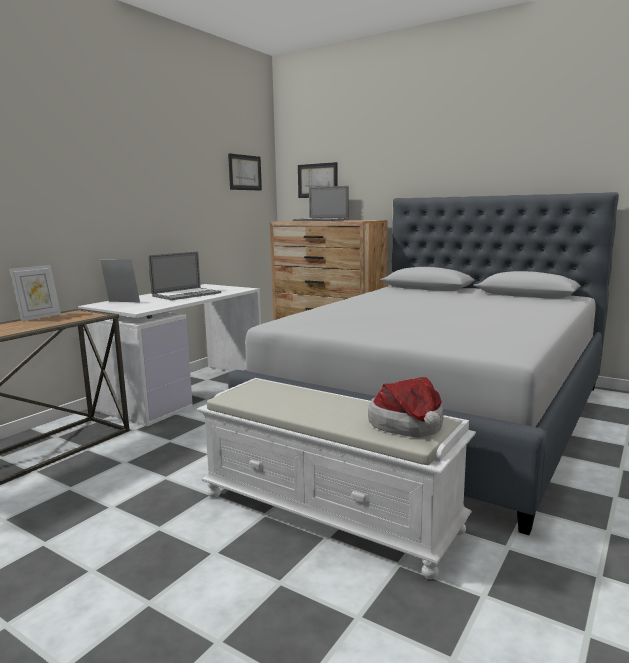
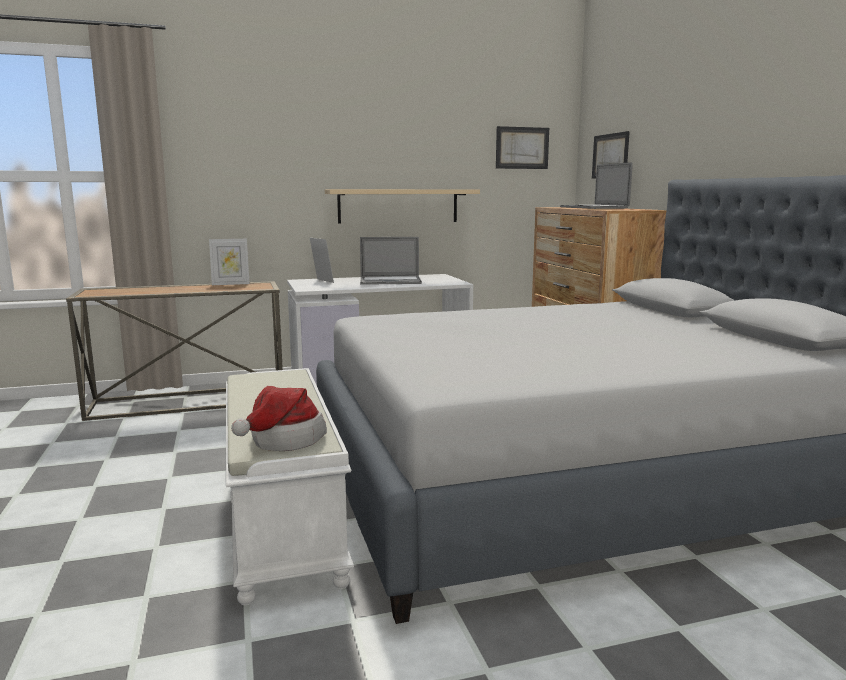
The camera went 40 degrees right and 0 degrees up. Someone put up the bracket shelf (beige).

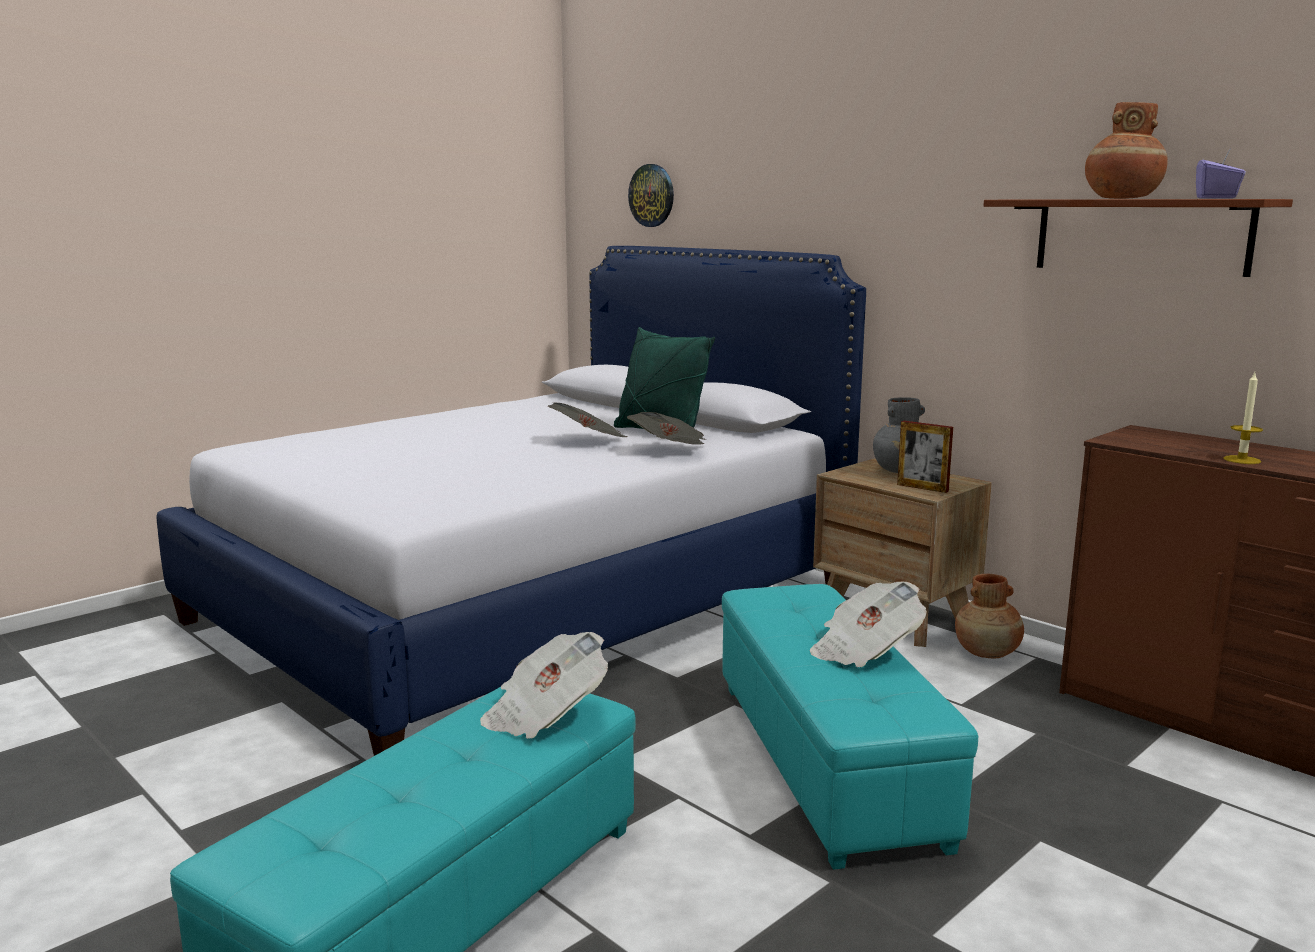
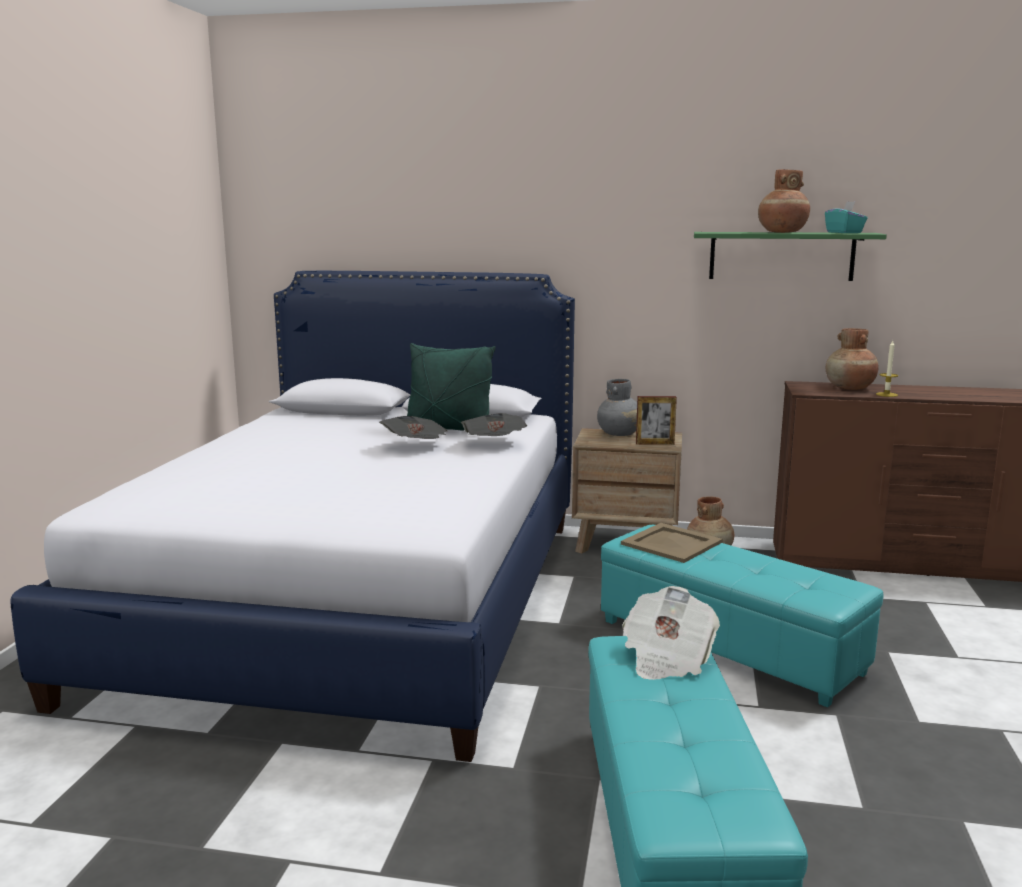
The camera went 35 degrees left and 0 degrees up. Someone took away the wall clock. Someone took away the printed paper (no. 4 from left). Someone put down the serving tray (beige). Someone put down the decorative vase (brown-coloured) (no. 3 from left). Someone repainted the bracket shelf (brown-coloured), which became the bracket shelf (green-coloured). Someone repainted the box of tissues (purple), which became the box of tissues (turquoise-coloured).

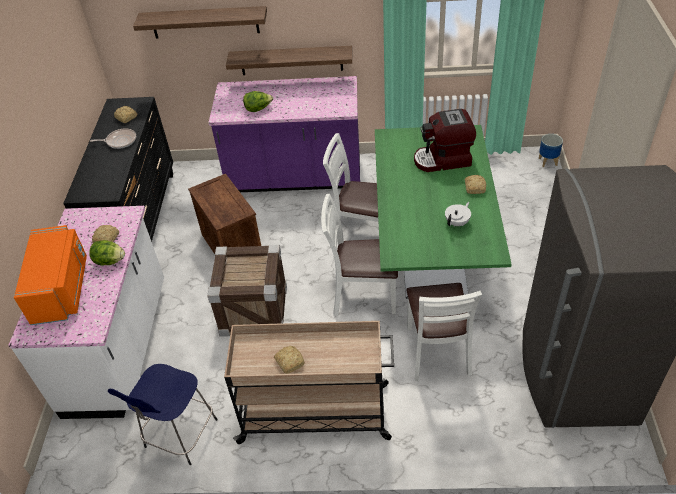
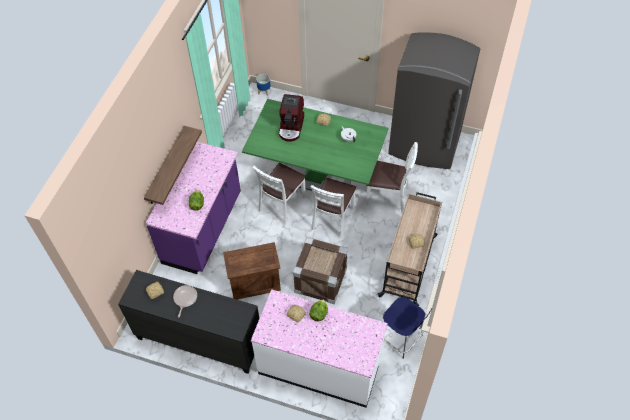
The camera went 75 degrees left and 10 degrees up. Someone took away the microwave (orange-coloured). Someone took away the bracket shelf (no. 1 from left).

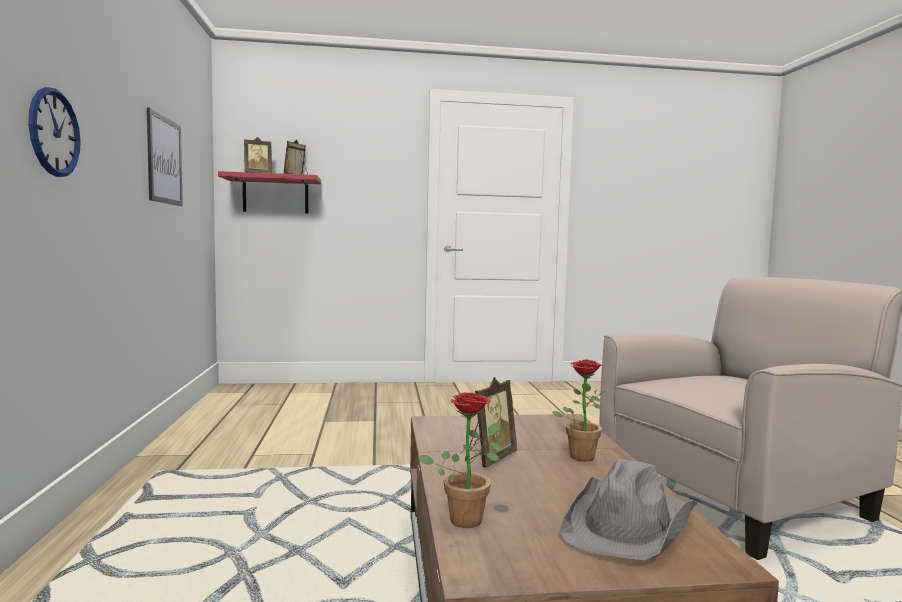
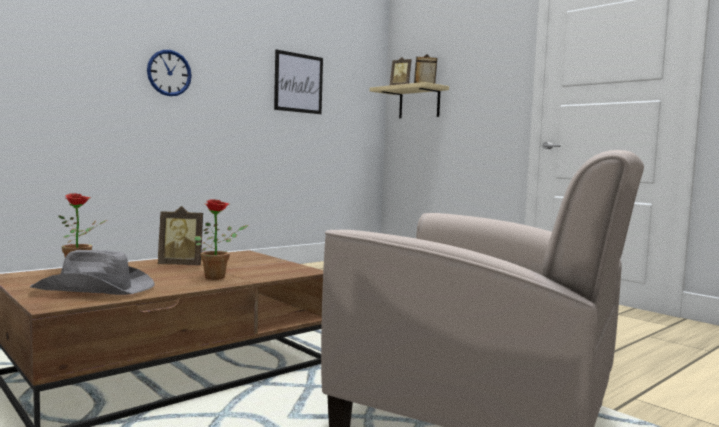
The camera went 55 degrees right and 0 degrees up. Someone repainted the bracket shelf (red-coloured), which became the bracket shelf (beige).

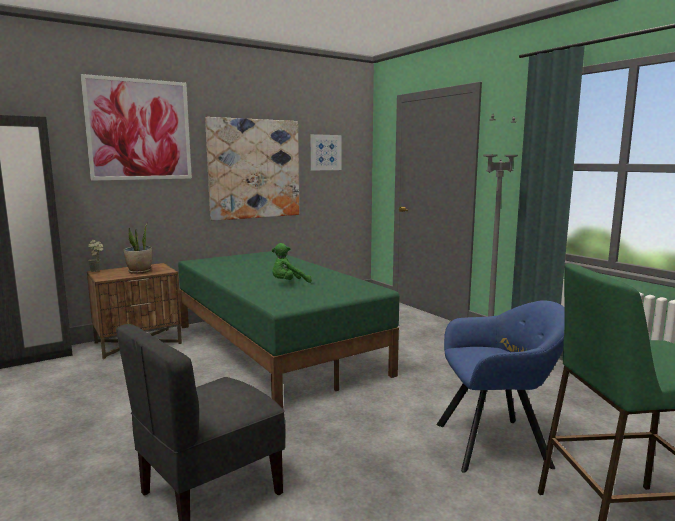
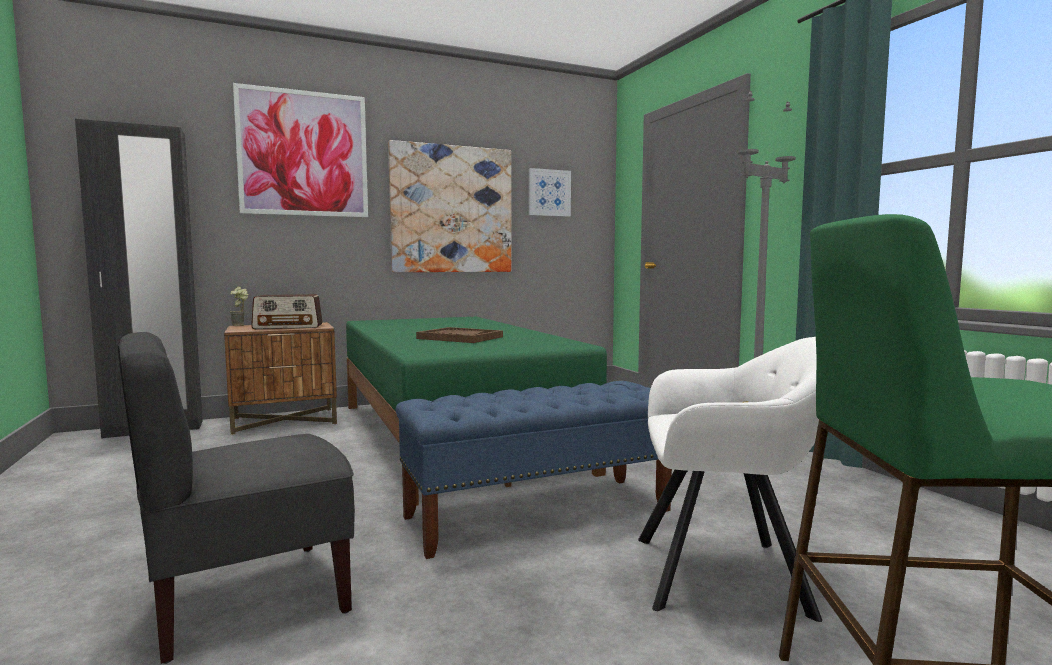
The camera went 10 degrees right and 5 degrees down. Someone put down the long seat (blue). Someone swapped the potted plant (no. 2 from left) for the radio. Someone swapped the soft toy (green-coloured) for the serving tray (brown-coloured). Someone repainted the lounge chair (blue), which became the lounge chair (white).

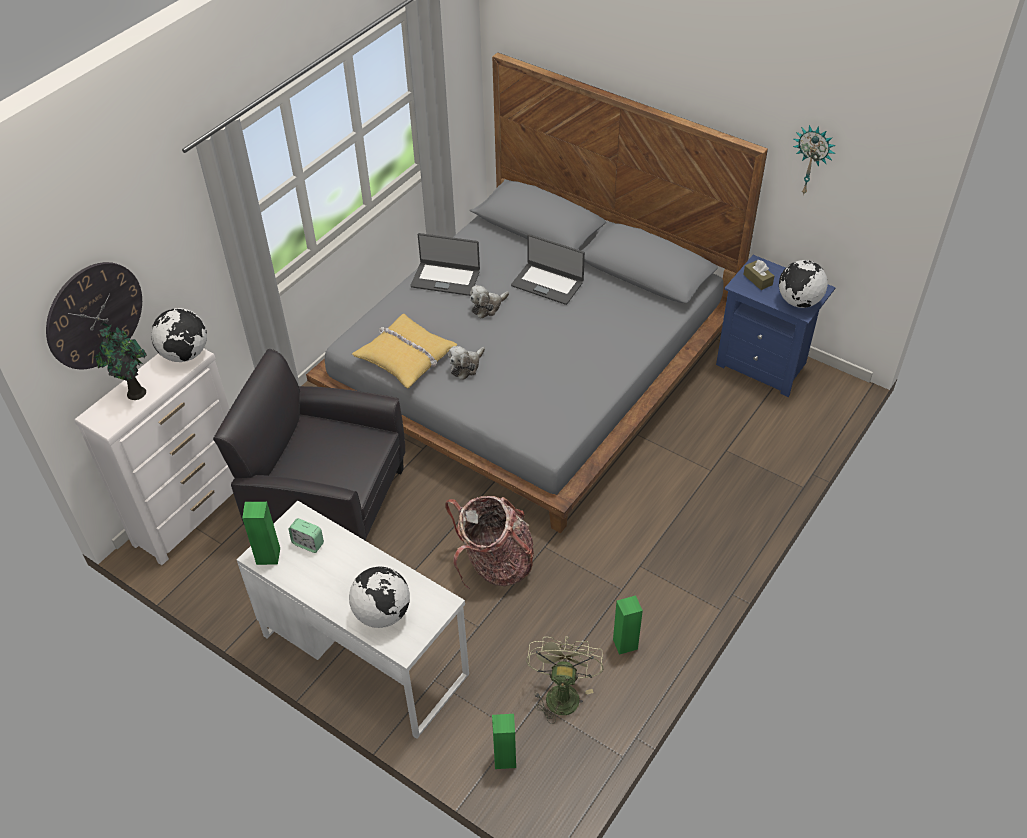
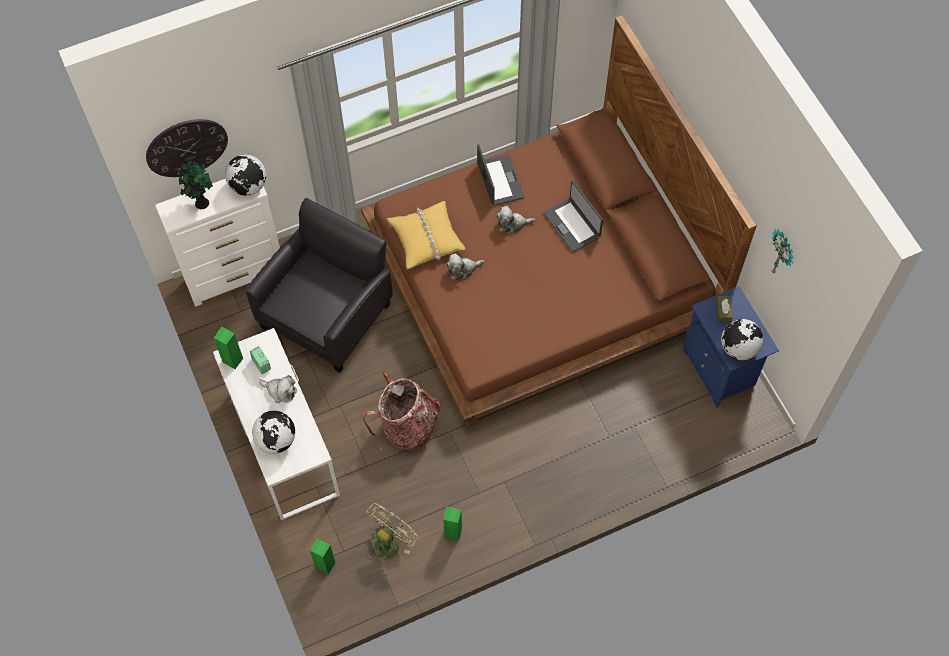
The camera went 30 degrees right and 15 degrees up. Someone put down the soft toy (no. 1 from left). Someone repainted the bed (grey), which became the bed (brown-coloured). Someone rotated the lounge chair (blackish) by 75 degrees clockwise. Someone rotated the notebook computer (no. 1 from left) by 150 degrees counterclockwise.

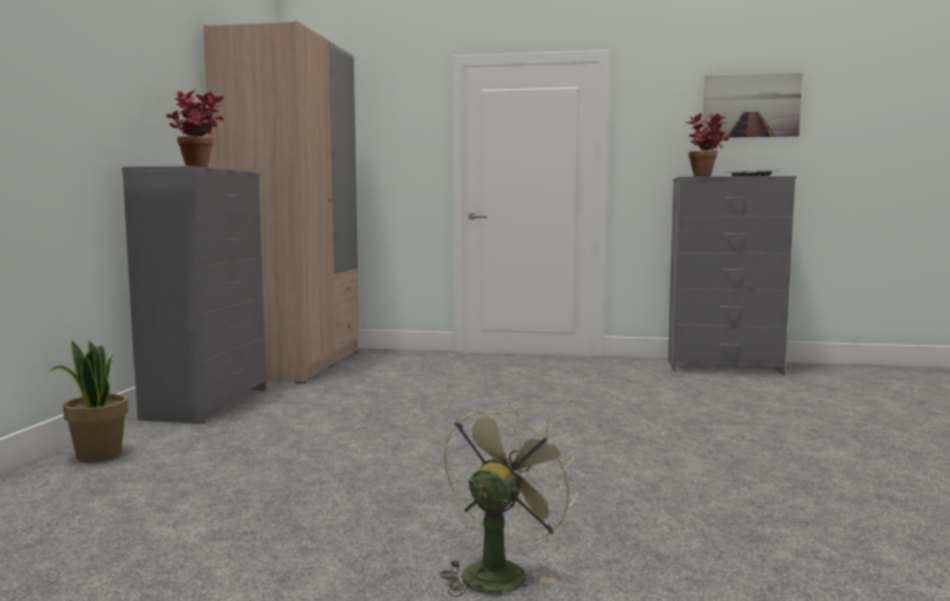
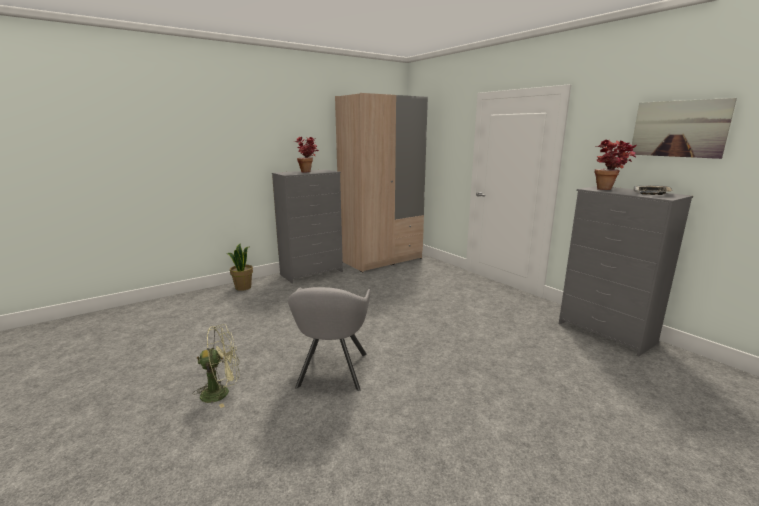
The camera went 45 degrees right and 10 degrees up. Someone put down the lounge chair (grey).

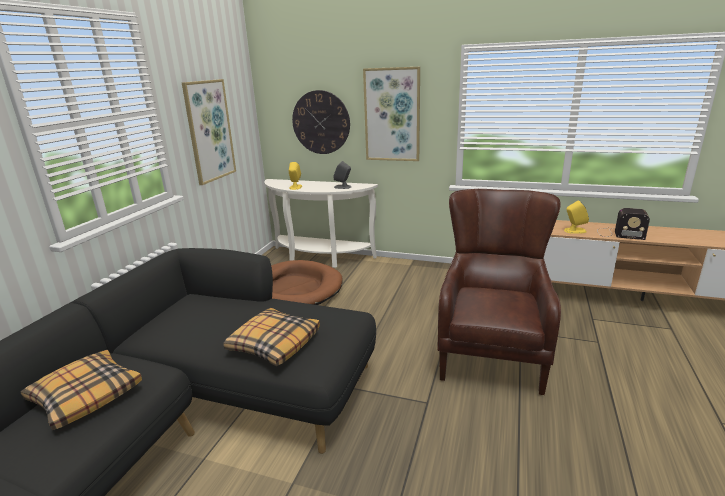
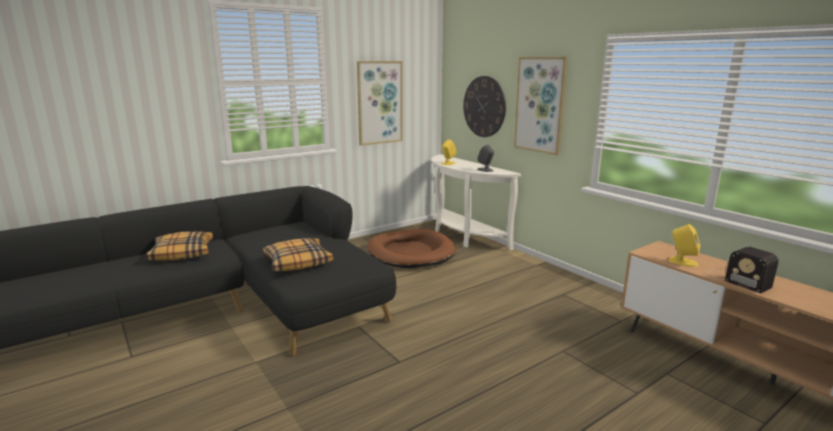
The camera went 35 degrees right and 5 degrees down. Someone took away the lounge chair (brown-coloured).

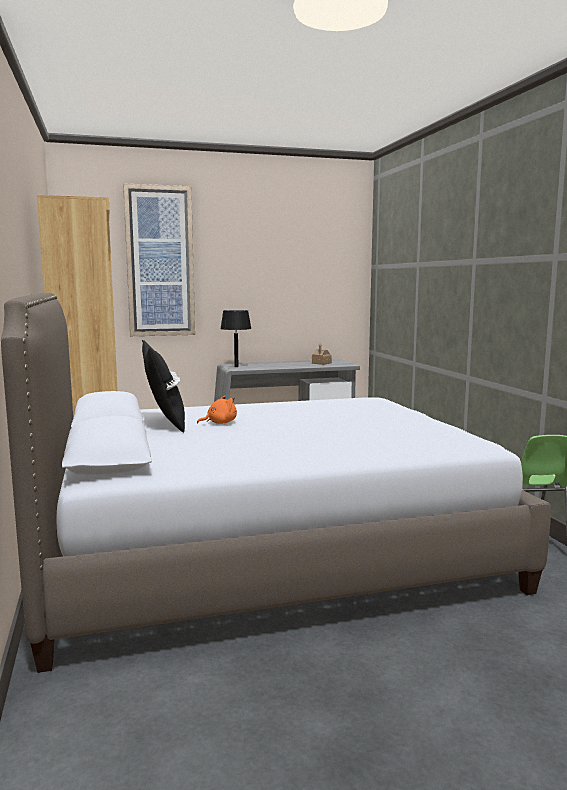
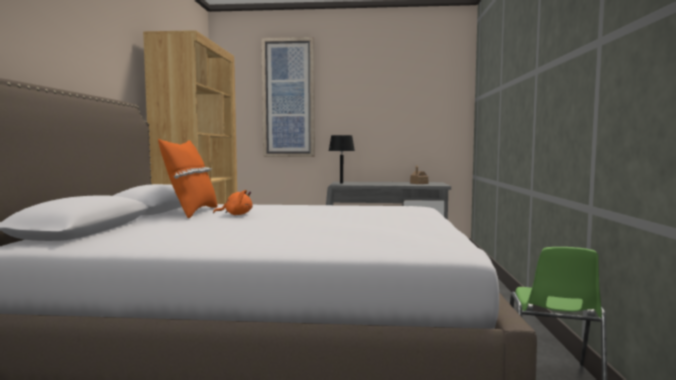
The camera went 20 degrees right and 5 degrees down. Someone repainted the throw pillow (blackish), which became the throw pillow (orange-coloured).

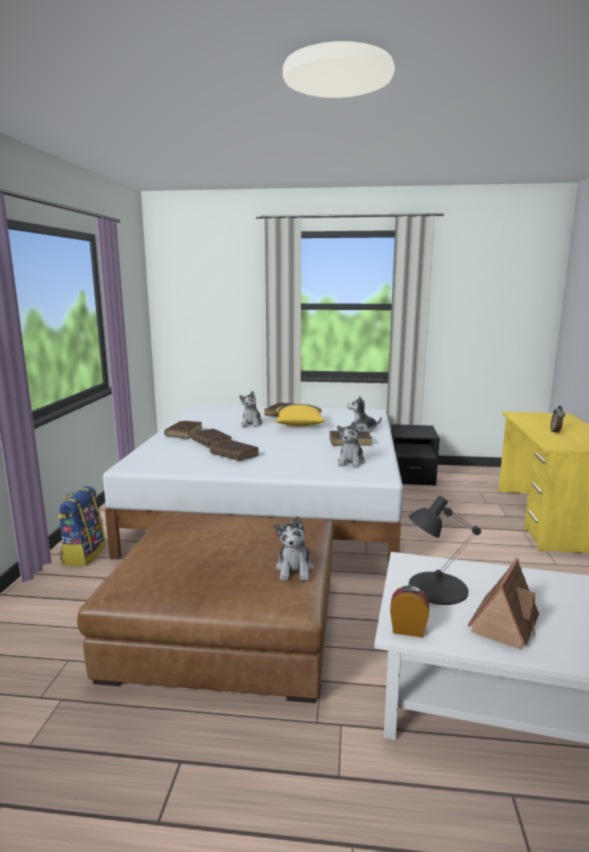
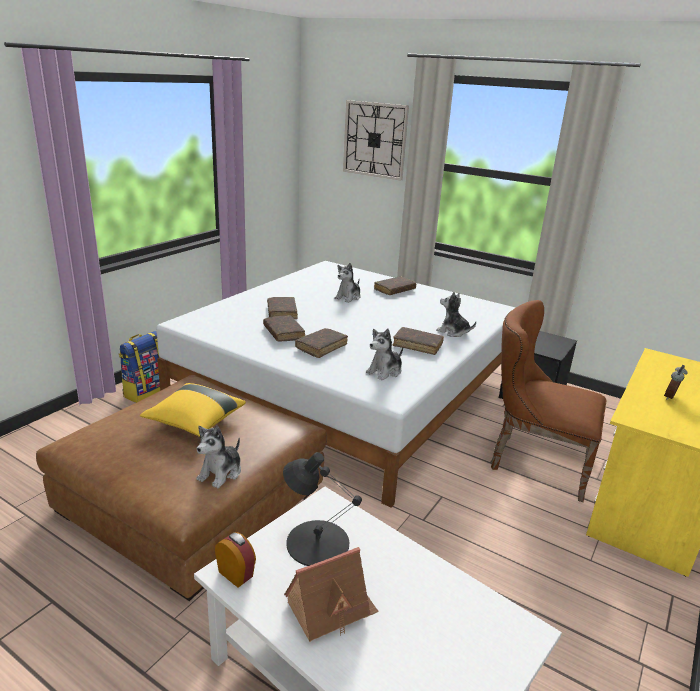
The camera went 25 degrees right and 10 degrees up. Someone put up the wall clock. Someone put down the chair (brown-coloured). Someone carried the volume (brown-coloured) (no. 1 from left in the first image). Someone carried the throw pillow (yellow-coloured).

